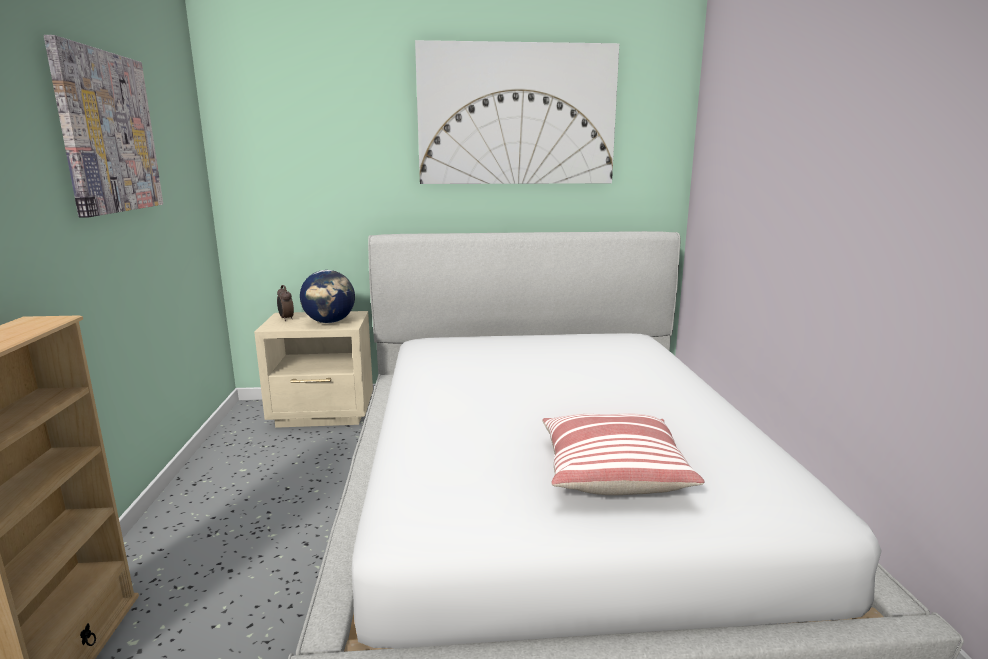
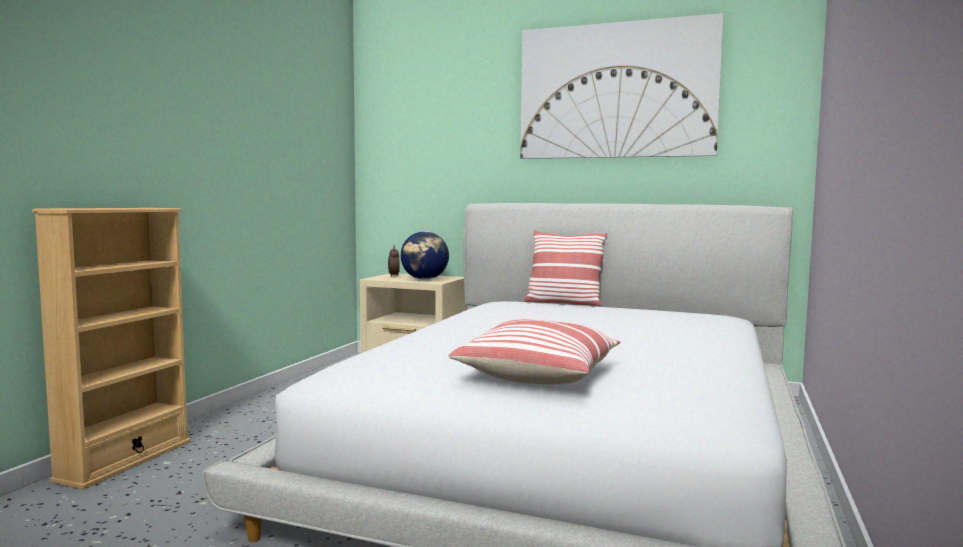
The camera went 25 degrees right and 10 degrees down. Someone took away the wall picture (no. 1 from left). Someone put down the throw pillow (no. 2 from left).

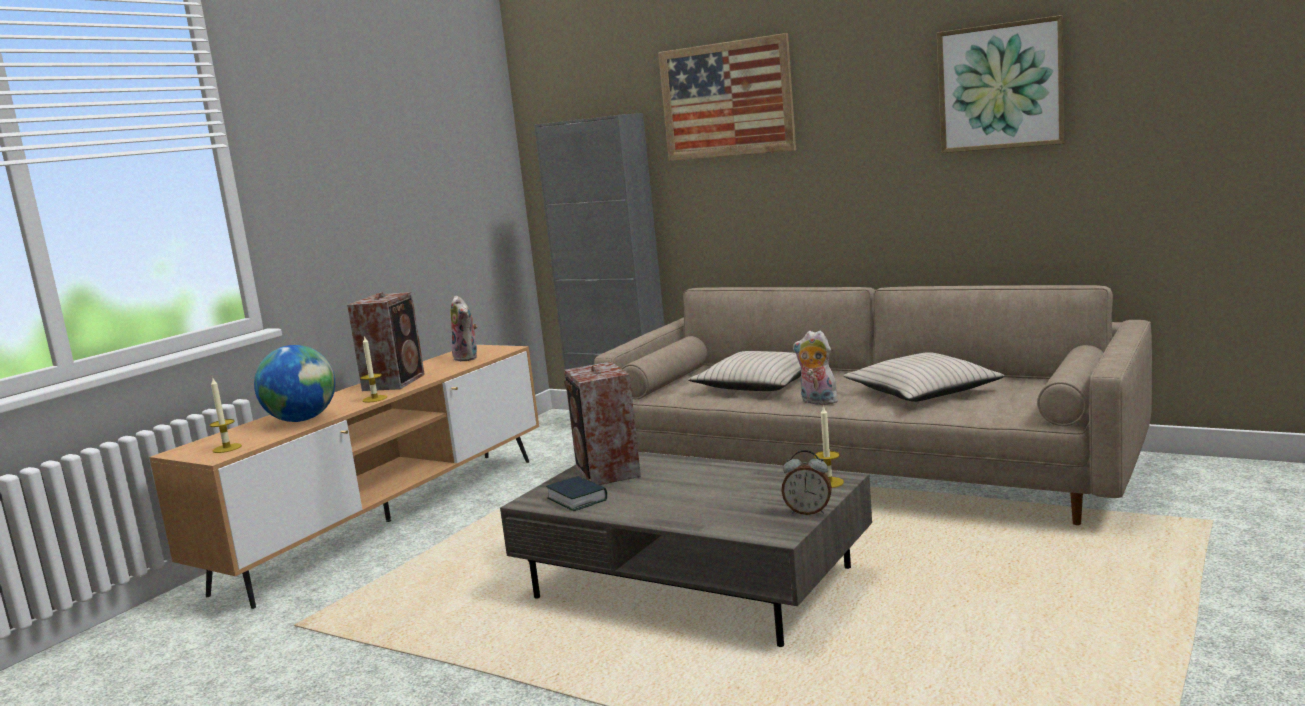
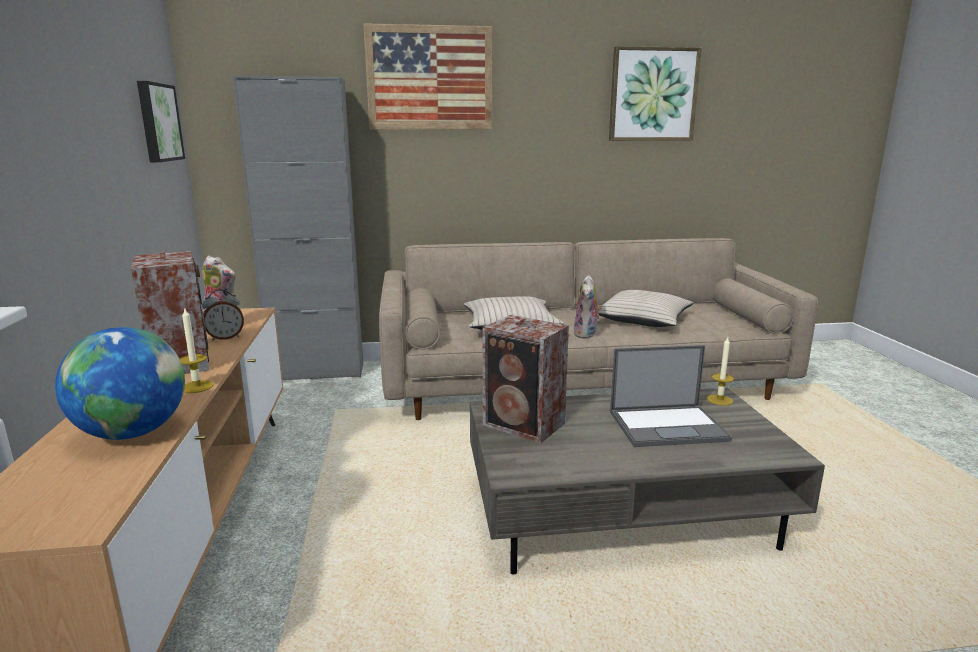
The camera went 40 degrees left and 5 degrees up. Someone took away the wax candle (no. 1 from left). Someone took away the volume. Someone put up the wall picture (no. 1 from left). Someone put down the notebook computer. Someone carried the table clock. Someone rotated the soft toy (no. 2 from left) by 75 degrees counterclockwise.

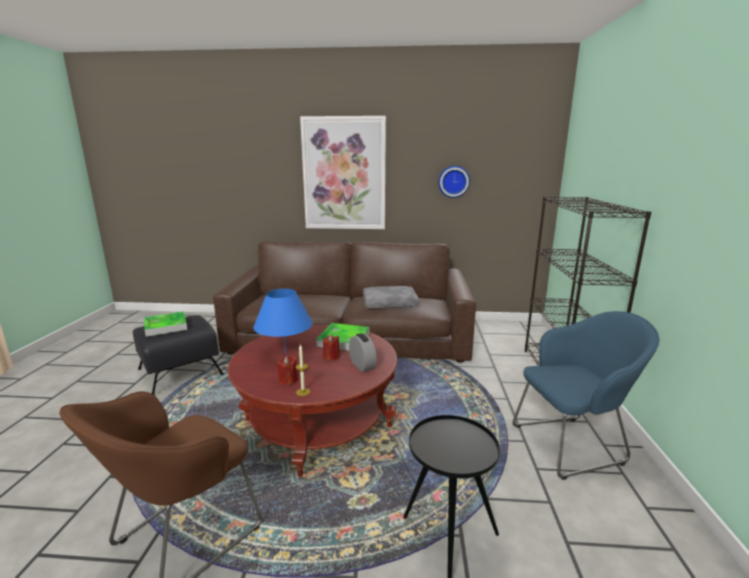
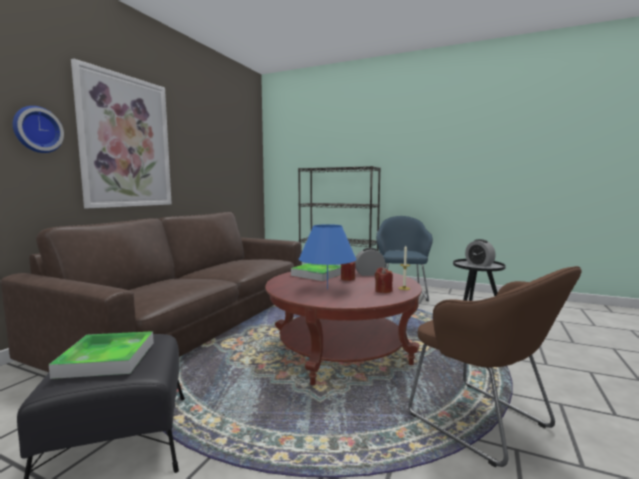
The camera went 70 degrees left and 10 degrees down. Someone took away the throw pillow (grey). Someone put down the table clock (no. 2 from left). Someone carried the wall clock.

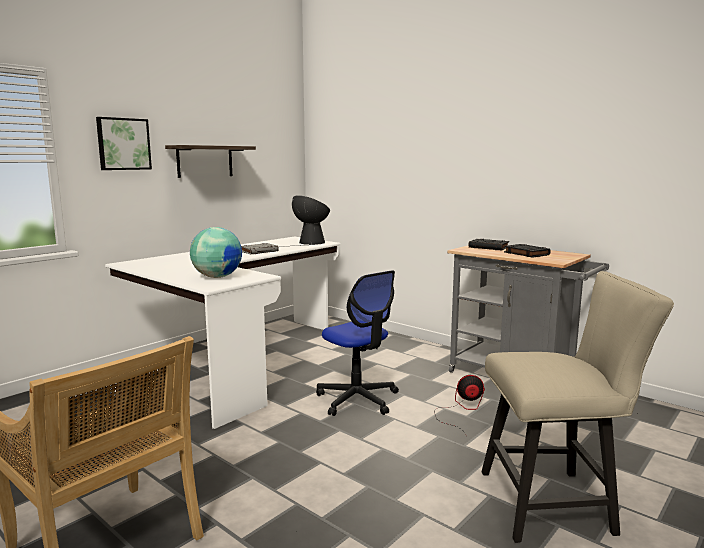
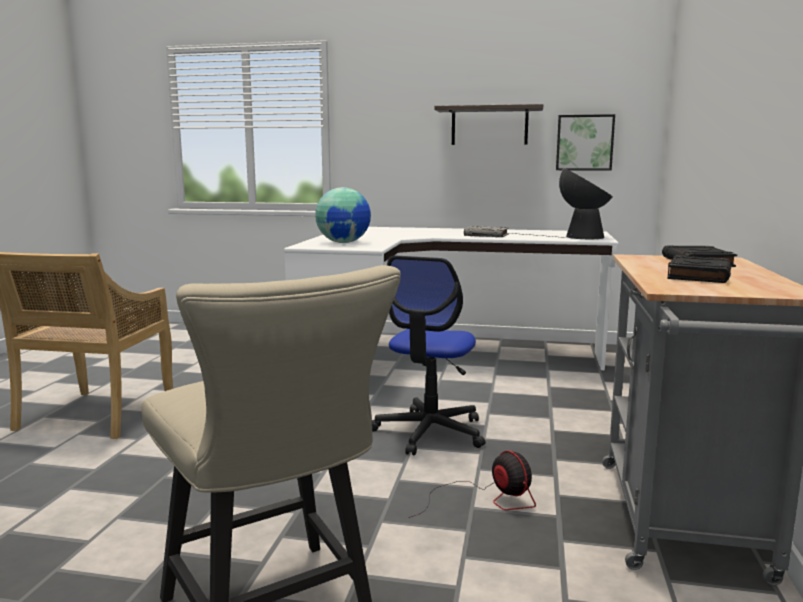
The camera went 60 degrees right and 0 degrees up. Someone carried the wall picture.

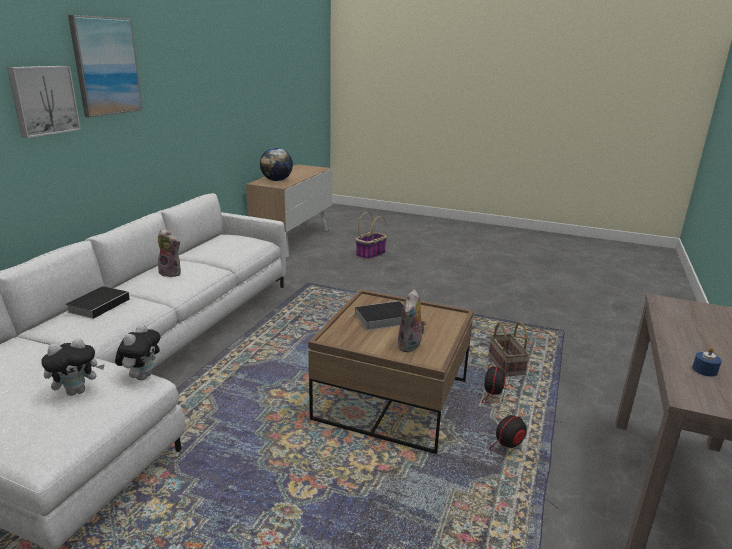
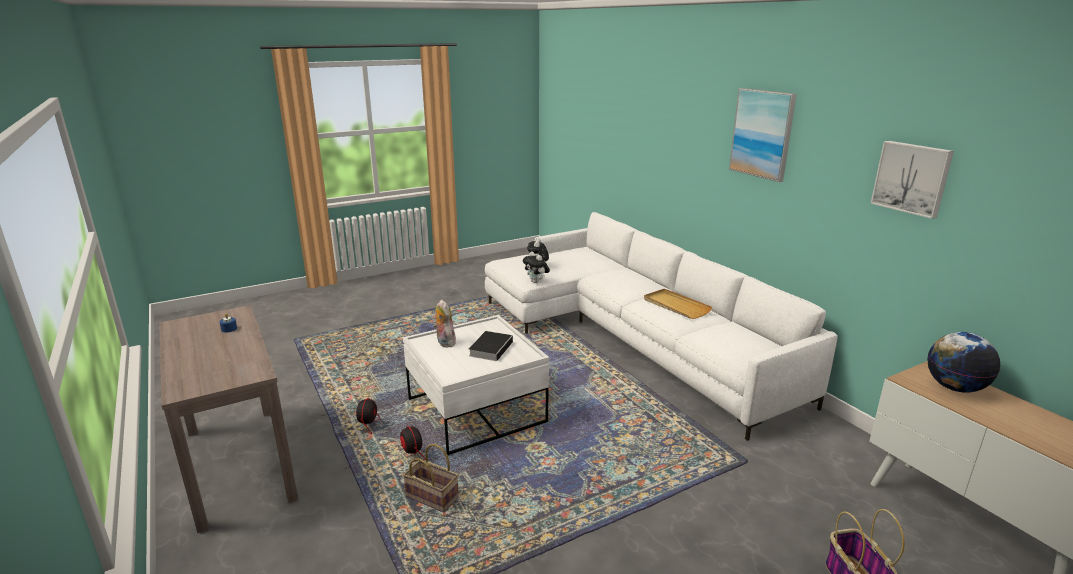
The camera went 130 degrees right and 0 degrees up. Someone took away the volume (no. 1 from left). Someone carried the wall picture (no. 1 from left in the first image). Someone swapped the soft toy (no. 3 from left) for the serving tray (beige). Someone repainted the low table (brown-coloured), which became the low table (white).

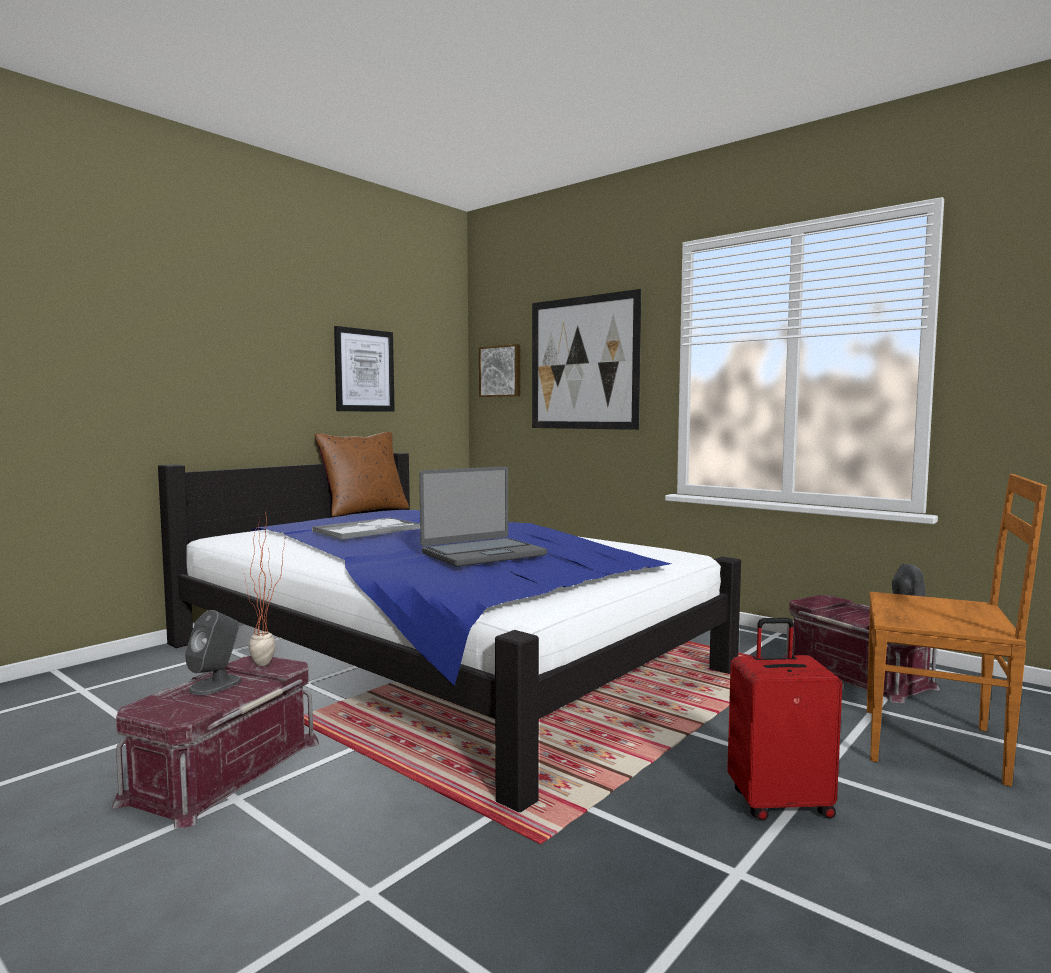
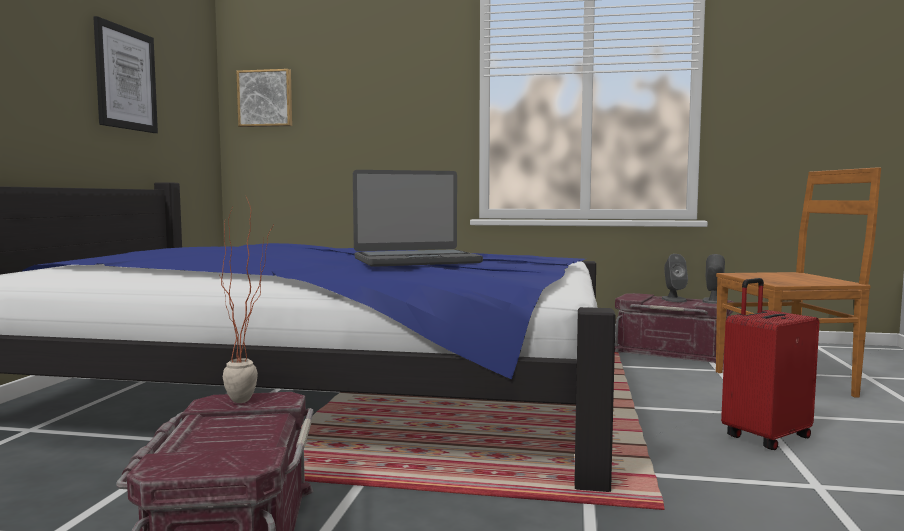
The camera went 30 degrees left and 0 degrees up. Someone took away the serving tray. Someone took away the throw pillow (brown-coloured). Someone took away the wall picture (no. 3 from left). Someone carried the loudspeaker (grey) (no. 1 from left). Someone rotated the notebook computer by 45 degrees clockwise.

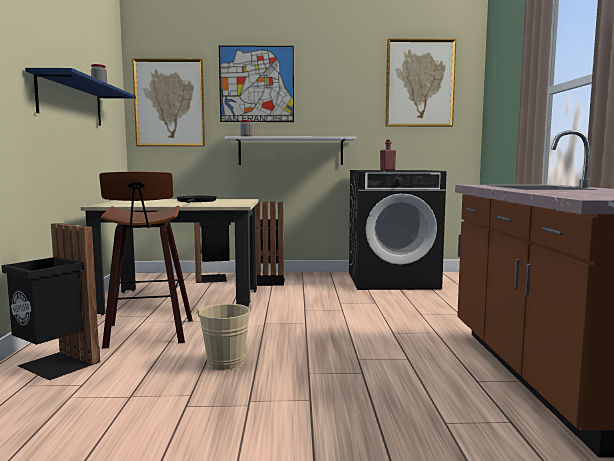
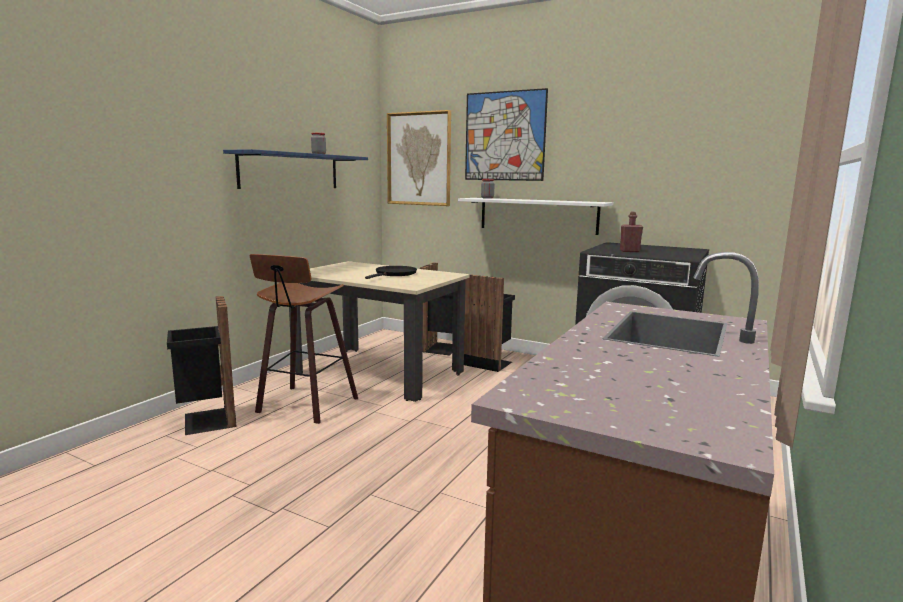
The camera went 30 degrees right and 5 degrees up. Someone took away the pail (beige). Someone took away the wall picture (no. 3 from left).

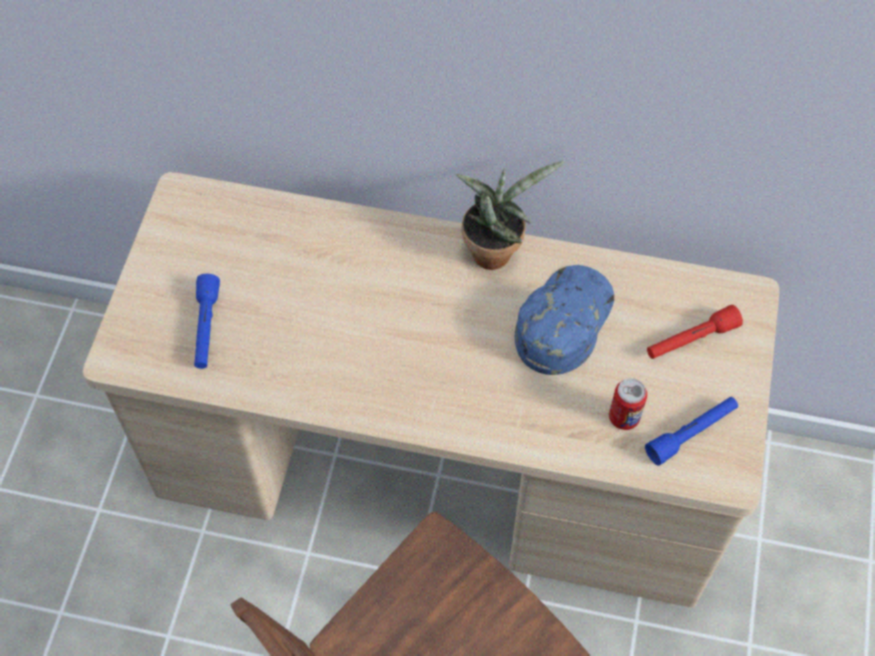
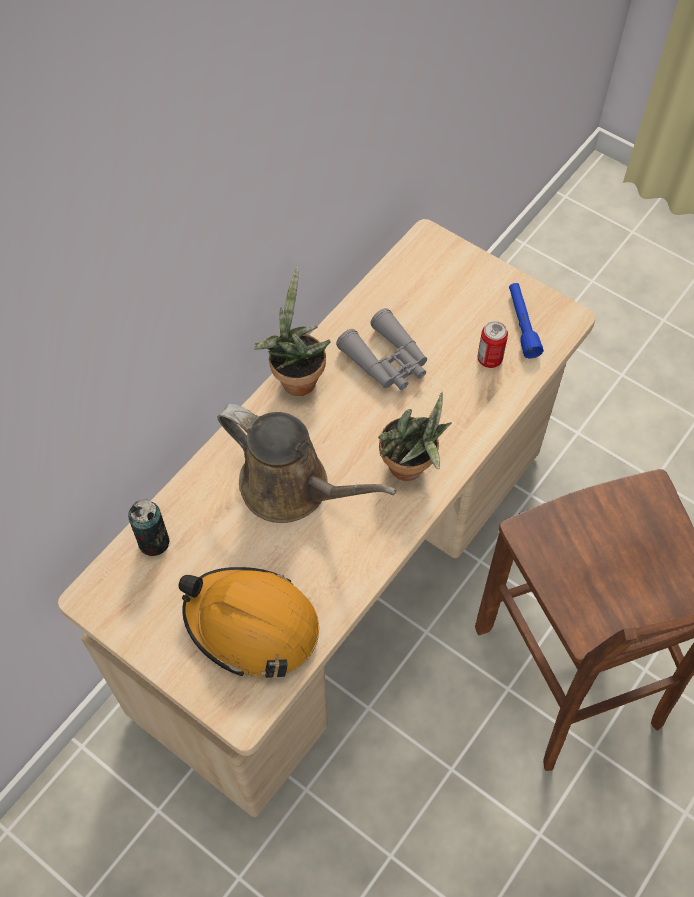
The camera went 65 degrees left and 0 degrees up. Someone took away the hand torch (red-coloured). Someone put down the can (no. 1 from left). Someone put down the sprinkling can (brown-coloured). Someone put down the potted plant (no. 2 from left). Someone swapped the hand torch (blue) (no. 1 from left) for the work helmet (orange-coloured). Someone swapped the baseball cap (blue) for the binoculars (grey).

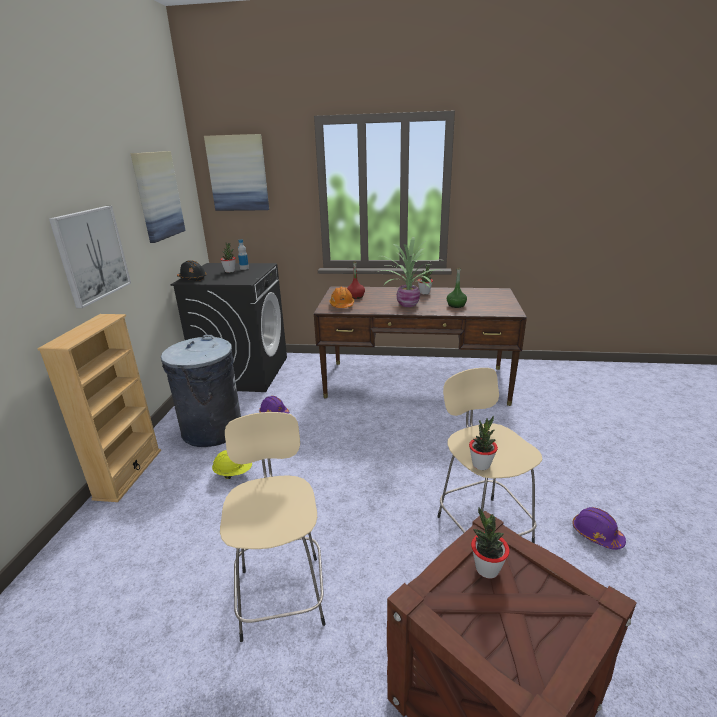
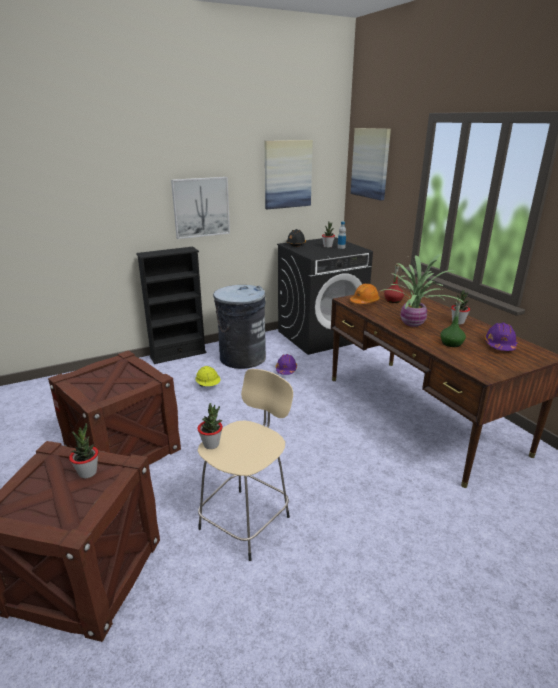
The camera went 55 degrees right and 0 degrees up. Someone carried the work helmet (purple) (no. 2 from left). Someone swapped the stool seat (beige) (no. 1 from left) for the packing crate (no. 2 from left). Someone repainted the shelving unit (beige), which became the shelving unit (blackish).

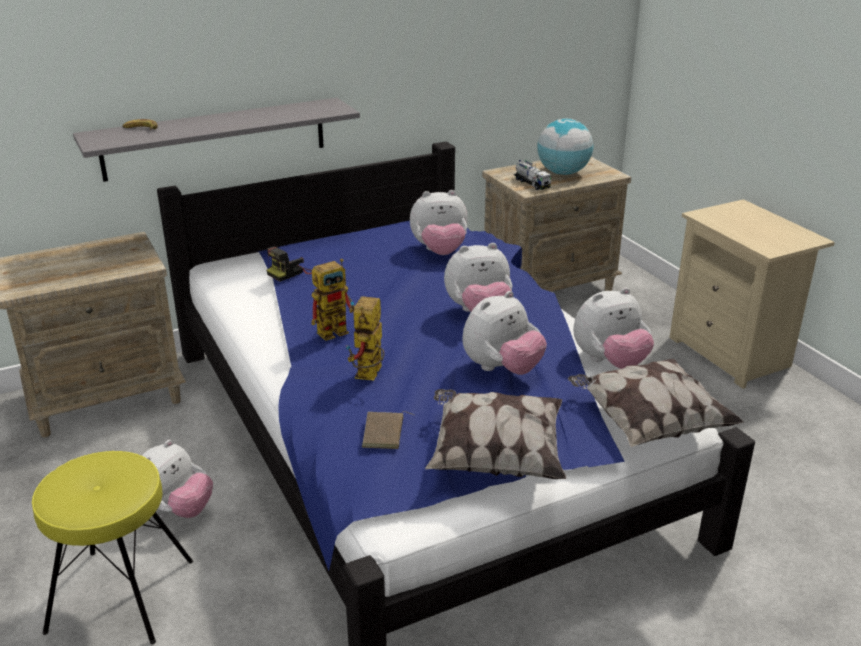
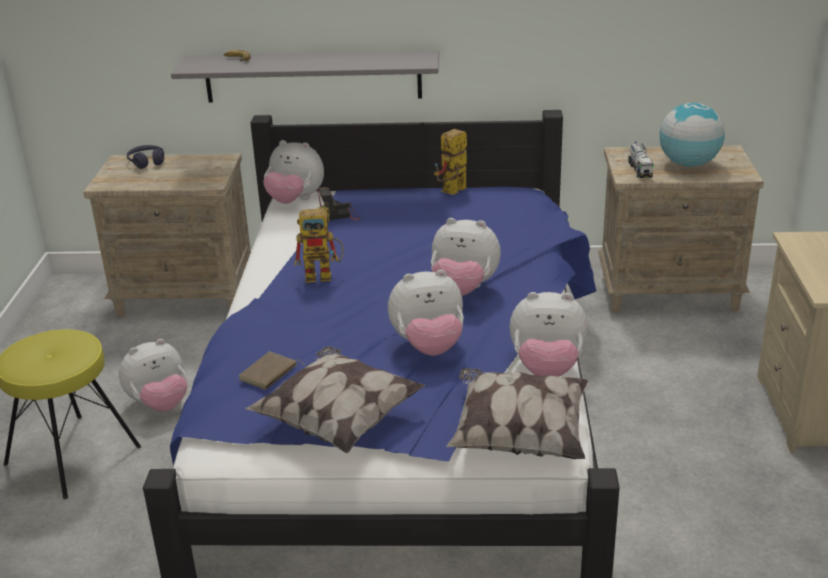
The camera went 30 degrees right and 0 degrees up. Someone put down the pair of headphones (purple). Someone carried the toy robot (no. 2 from left). Someone carried the soft toy (no. 2 from left).

